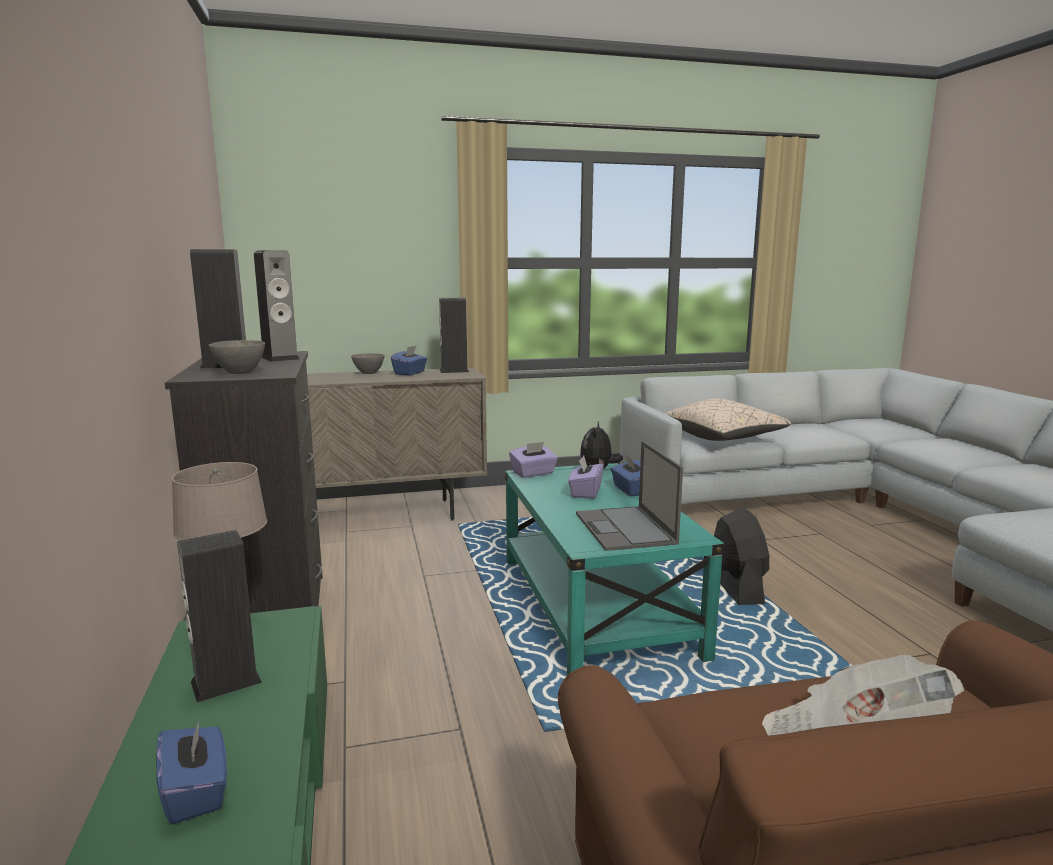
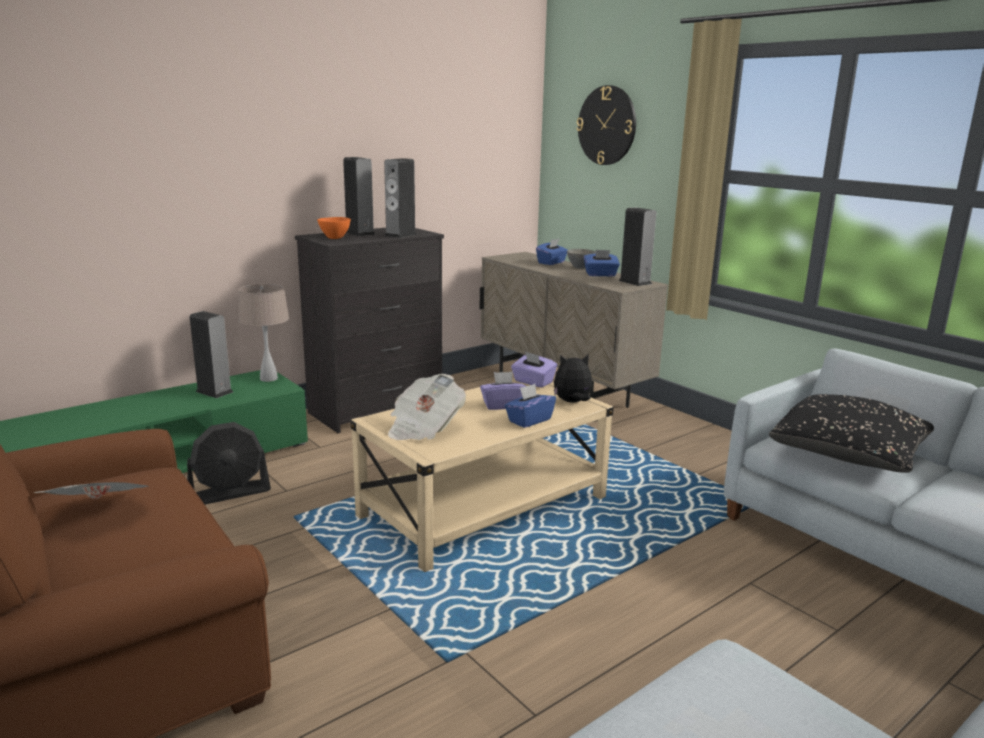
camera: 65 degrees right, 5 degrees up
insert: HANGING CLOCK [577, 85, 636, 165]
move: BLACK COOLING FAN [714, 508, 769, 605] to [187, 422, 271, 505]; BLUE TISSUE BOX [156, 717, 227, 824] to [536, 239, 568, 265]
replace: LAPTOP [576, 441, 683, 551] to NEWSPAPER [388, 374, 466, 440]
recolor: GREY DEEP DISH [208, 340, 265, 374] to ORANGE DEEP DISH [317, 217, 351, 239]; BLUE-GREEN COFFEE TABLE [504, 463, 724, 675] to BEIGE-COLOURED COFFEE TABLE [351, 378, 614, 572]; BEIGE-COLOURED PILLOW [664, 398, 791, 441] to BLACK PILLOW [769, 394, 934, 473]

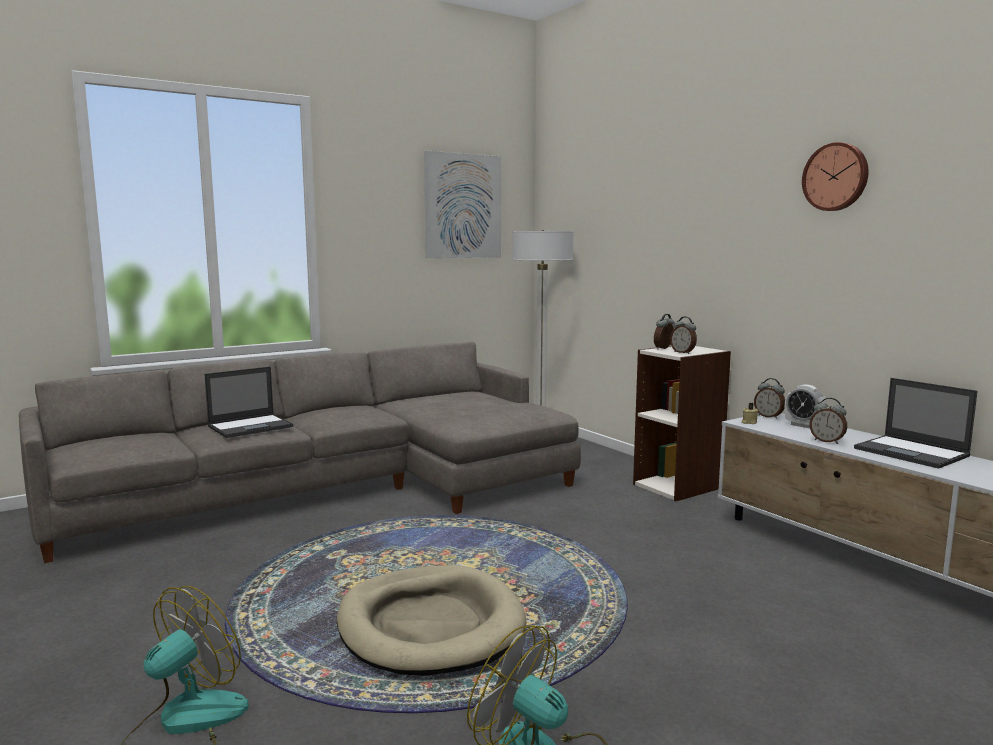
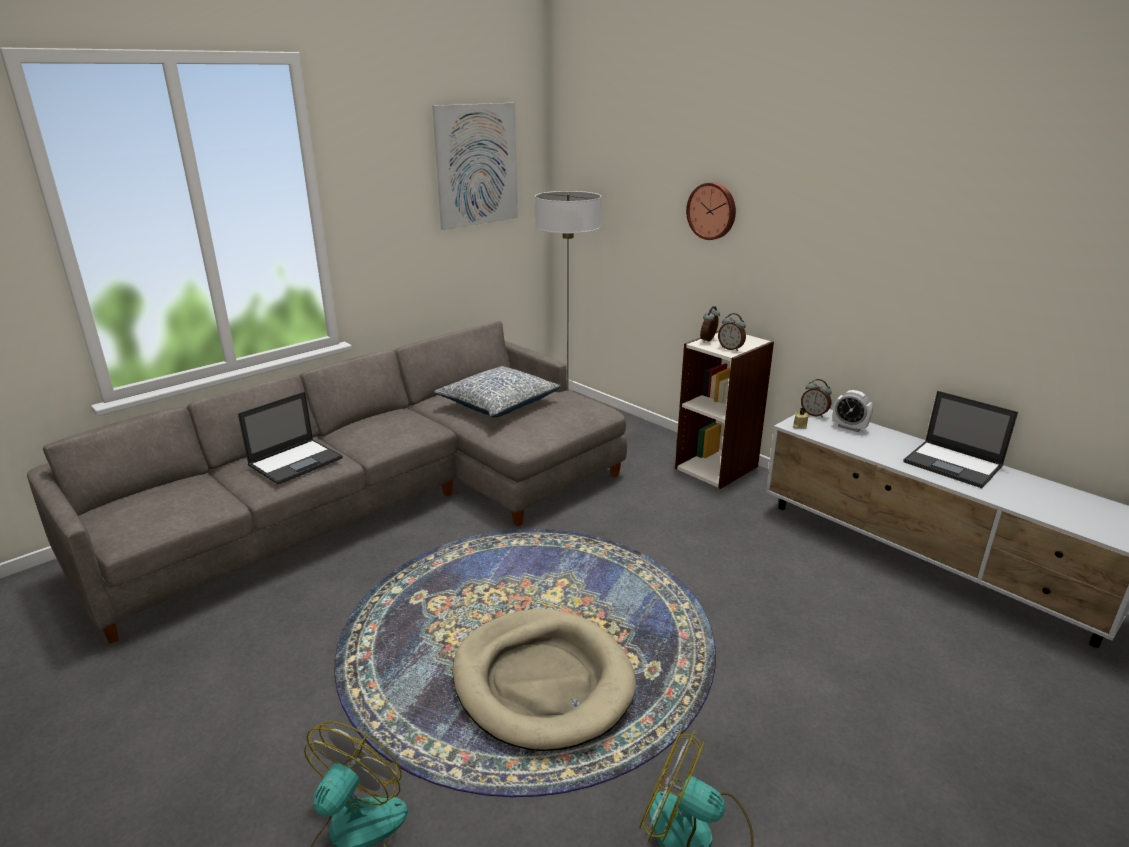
camera: 10 degrees left, 15 degrees up
delete: TABLE CLOCK [809, 398, 847, 444]
insert: PILLOW [434, 366, 561, 418]
move: HANGING CLOCK [802, 142, 869, 211] to [686, 182, 736, 240]

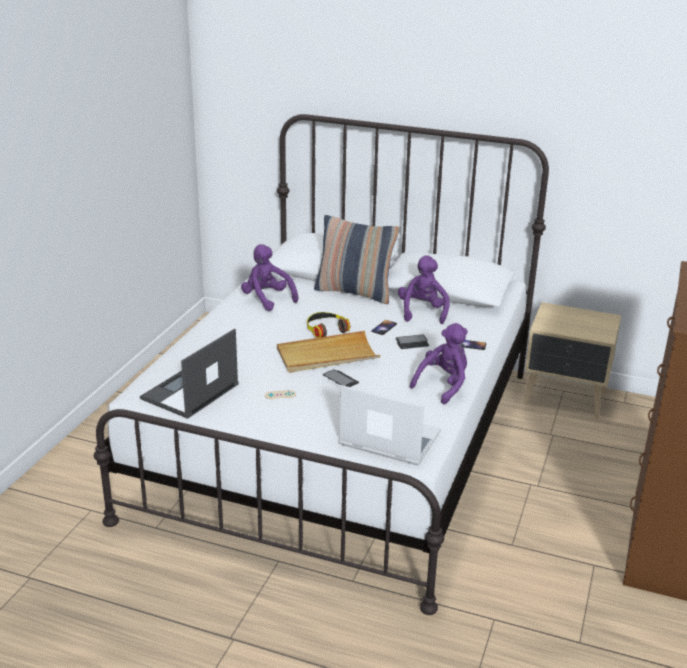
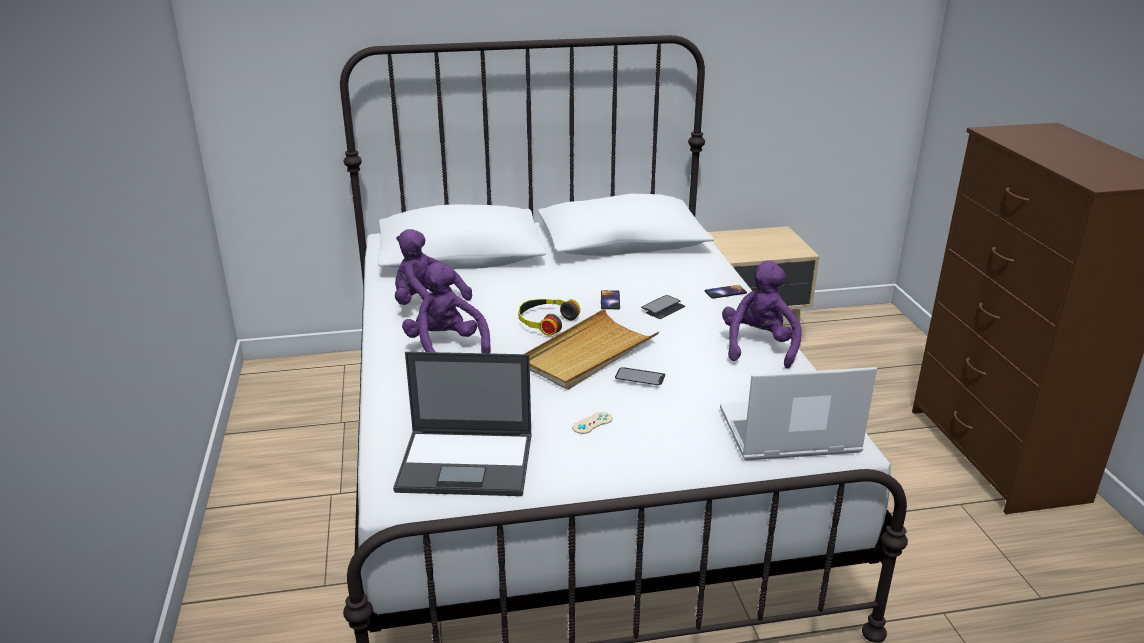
camera: 30 degrees left, 0 degrees up
delete: PILLOW [314, 215, 399, 304]
move: PURPLISH CUDDLY TOY [398, 255, 450, 324] to [402, 262, 491, 353]
rotate: LAPTOP [140, 329, 239, 419] = [393, 352, 532, 496] 90 degrees counterclockwise

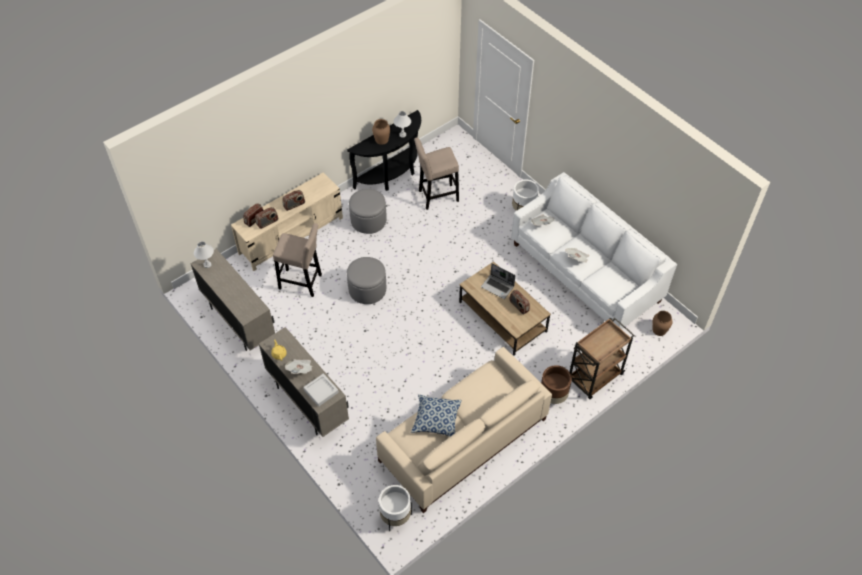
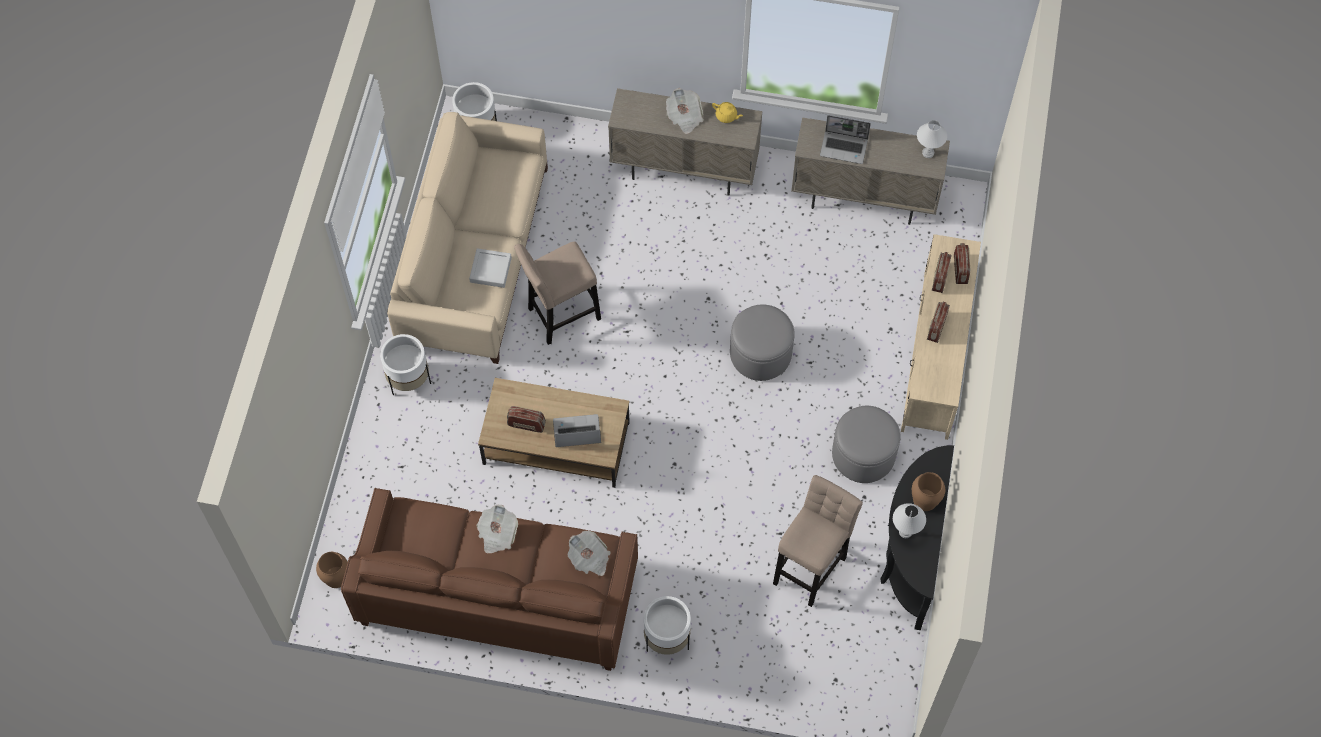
camera: 140 degrees right, 10 degrees up
delete: PILLOW [411, 394, 462, 437]; BROWN CART [570, 318, 634, 399]
insert: LAPTOP [820, 115, 871, 164]
move: GREY TRAY [303, 374, 339, 407] to [469, 248, 512, 288]; BEIGE-COLOURED STOOL [273, 223, 322, 297] to [514, 242, 601, 345]
recolor: WHITE SOFA [511, 172, 677, 329] to BROWN SOFA [341, 488, 638, 671]; BROWN PLANT POT [541, 365, 572, 404] to WHITE PLANT POT [380, 334, 431, 396]

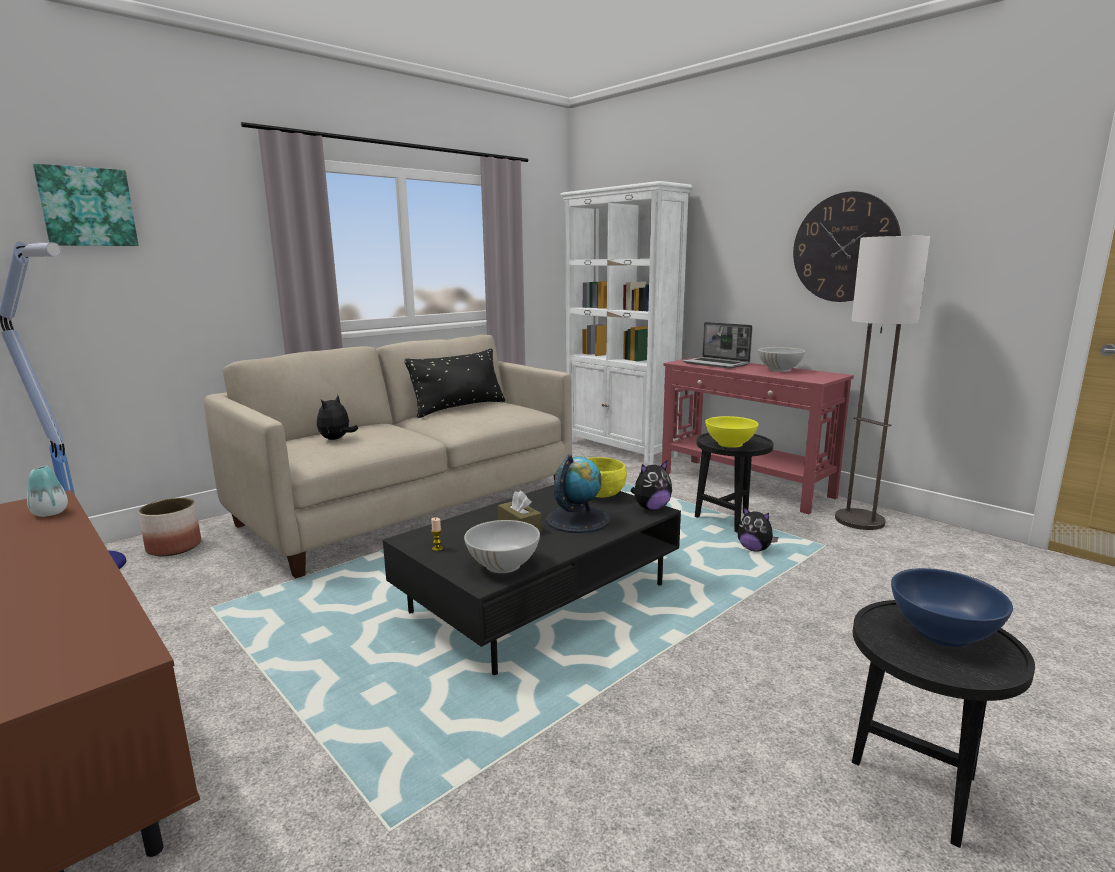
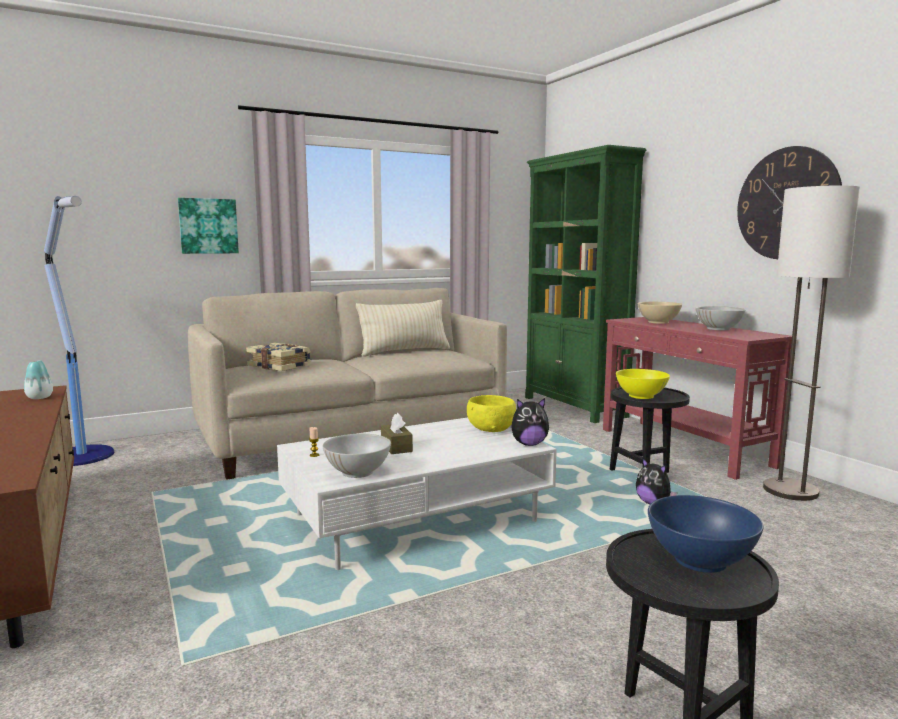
camera: 15 degrees right, 5 degrees down
delete: PLANT POT [138, 498, 201, 556]; DESK GLOBE [546, 454, 610, 533]
move: WALL ART [33, 163, 139, 246] to [178, 198, 239, 254]
replace: CUDDLY TOY [317, 395, 359, 440] to VOLUME [246, 343, 311, 371]; LAPTOP [683, 322, 753, 368] to BEIGE-COLOURED DEEP DISH [637, 302, 682, 324]
recolor: BLACK COFFEE TABLE [383, 485, 681, 675] to WHITE COFFEE TABLE [277, 417, 557, 570]; BLACK PILLOW [404, 348, 505, 418] to BEIGE-COLOURED PILLOW [356, 300, 450, 357]; WHITE BOOKSHELF [560, 181, 692, 465] to GREENISH BOOKSHELF [525, 145, 646, 423]

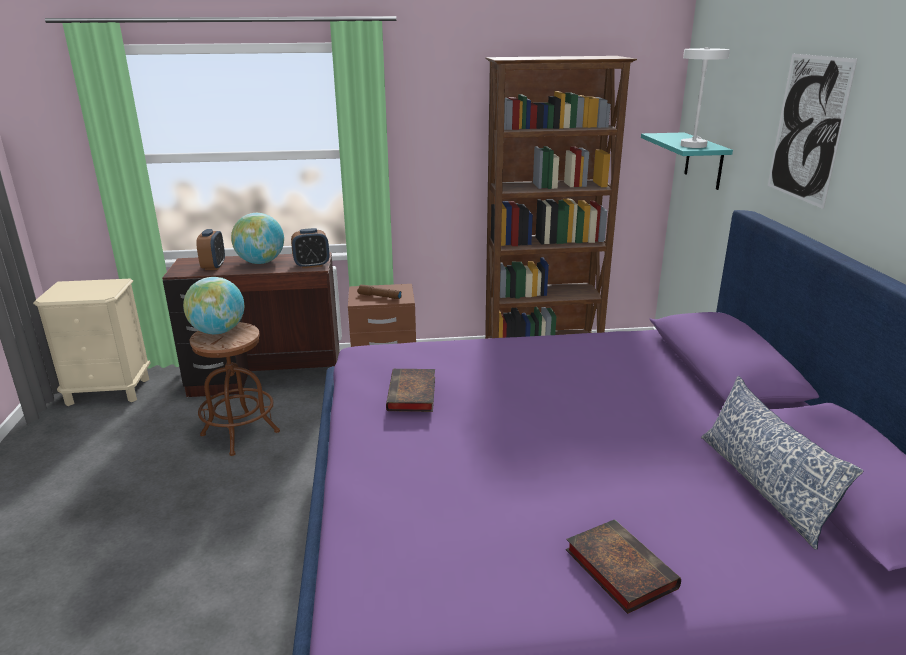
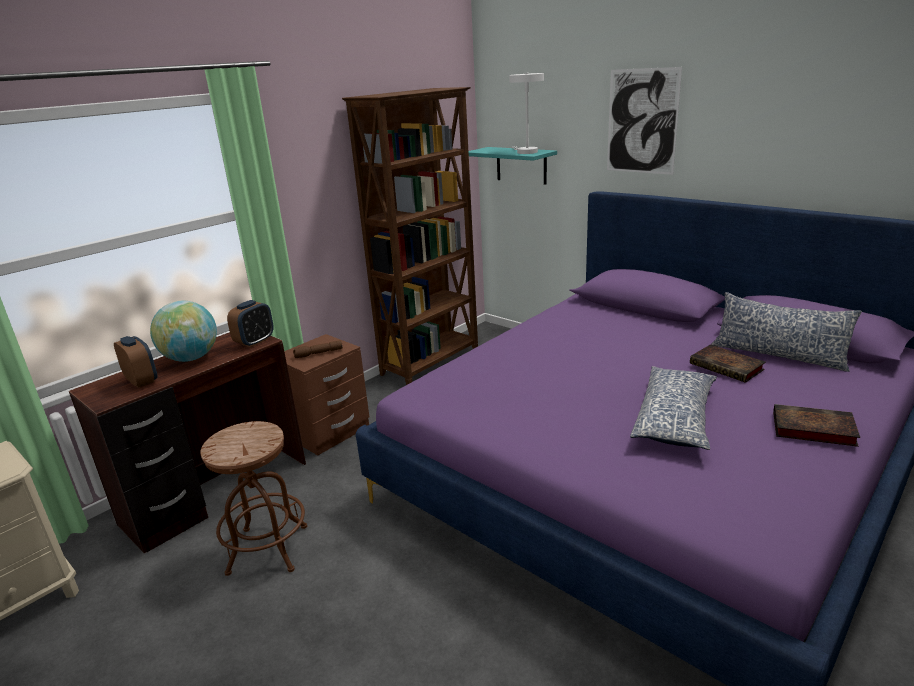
camera: 40 degrees left, 0 degrees up
delete: DESK GLOBE [183, 277, 244, 334]
insert: PILLOW [630, 366, 717, 450]
move: VOLUME [386, 369, 435, 412] to [690, 344, 766, 383]

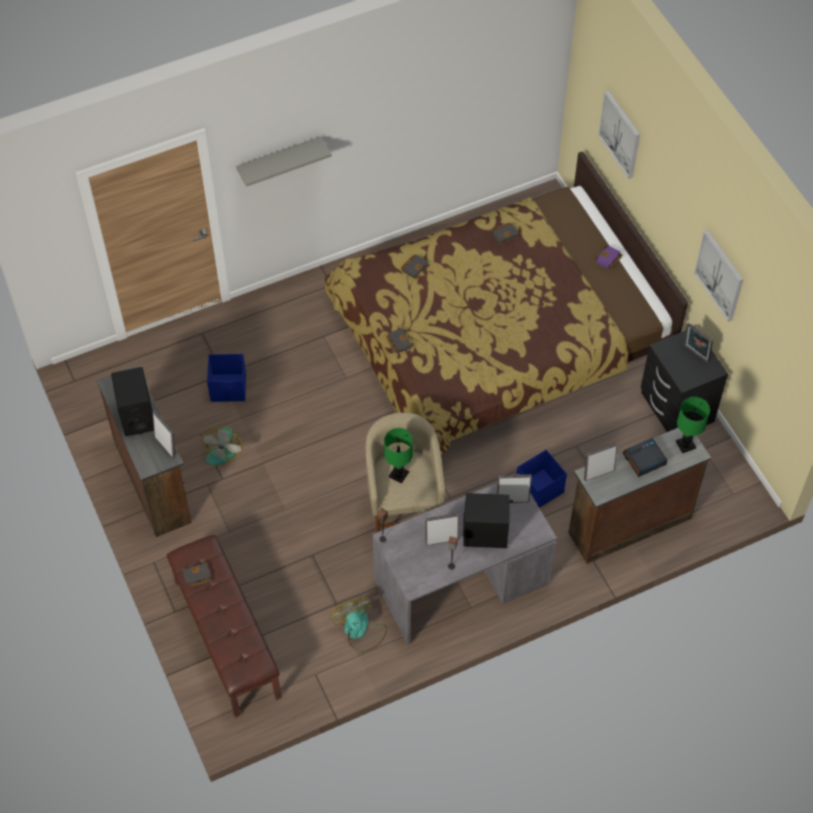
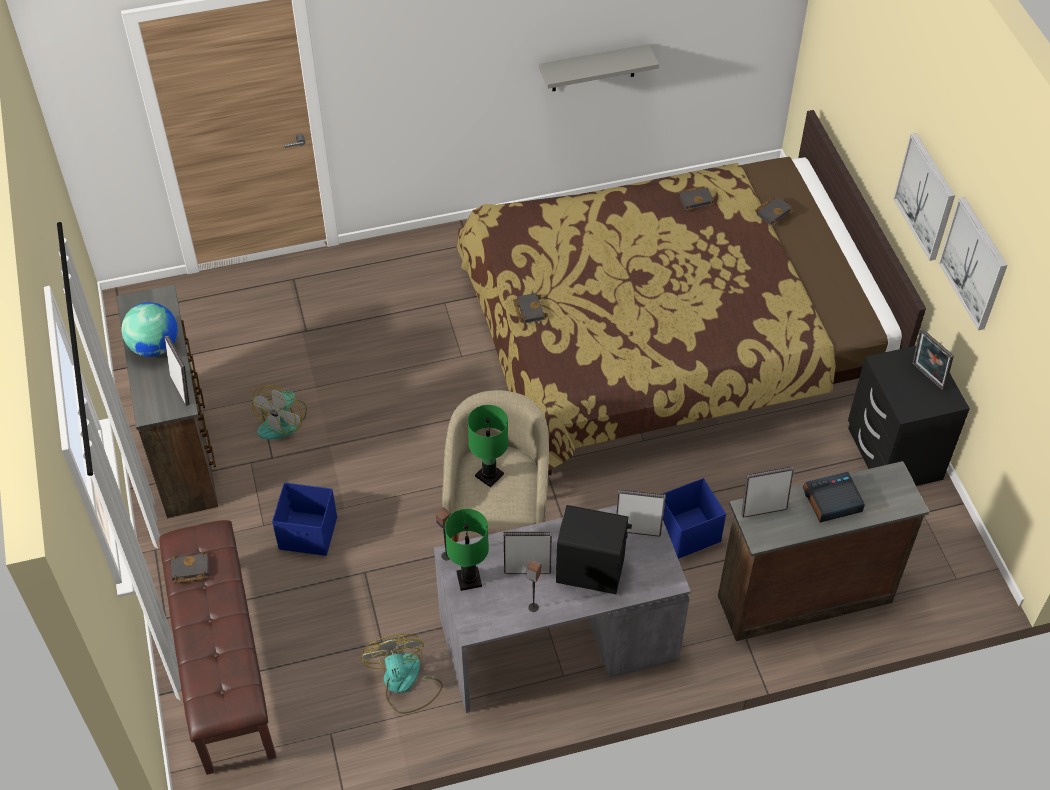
camera: 10 degrees right, 5 degrees down
delete: PURPLISH VOLUME [594, 245, 623, 269]
move: BLUE STORAGE BIN [207, 354, 246, 402] to [272, 482, 337, 556]; GREENISH TABLETOP LAMP [676, 397, 710, 453] to [445, 509, 489, 591]; GREY WALL SHELF [236, 136, 332, 187] to [539, 44, 659, 91]; BLACK VOLUME [401, 255, 430, 279] to [755, 197, 794, 226]; WALL ART [598, 91, 640, 179] to [893, 133, 955, 261]
replace: BLACK SPEAKER [111, 367, 154, 436] to DESK GLOBE [121, 302, 178, 357]

